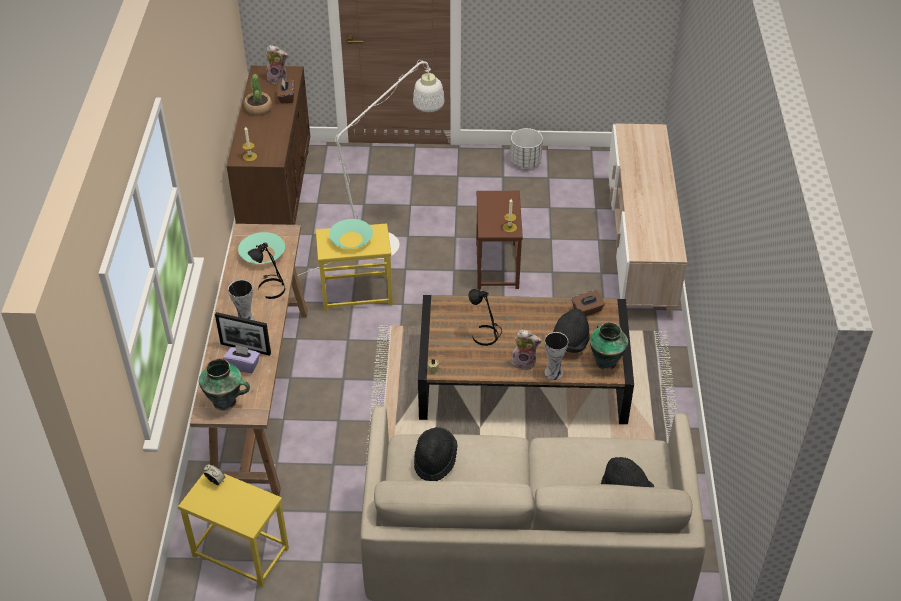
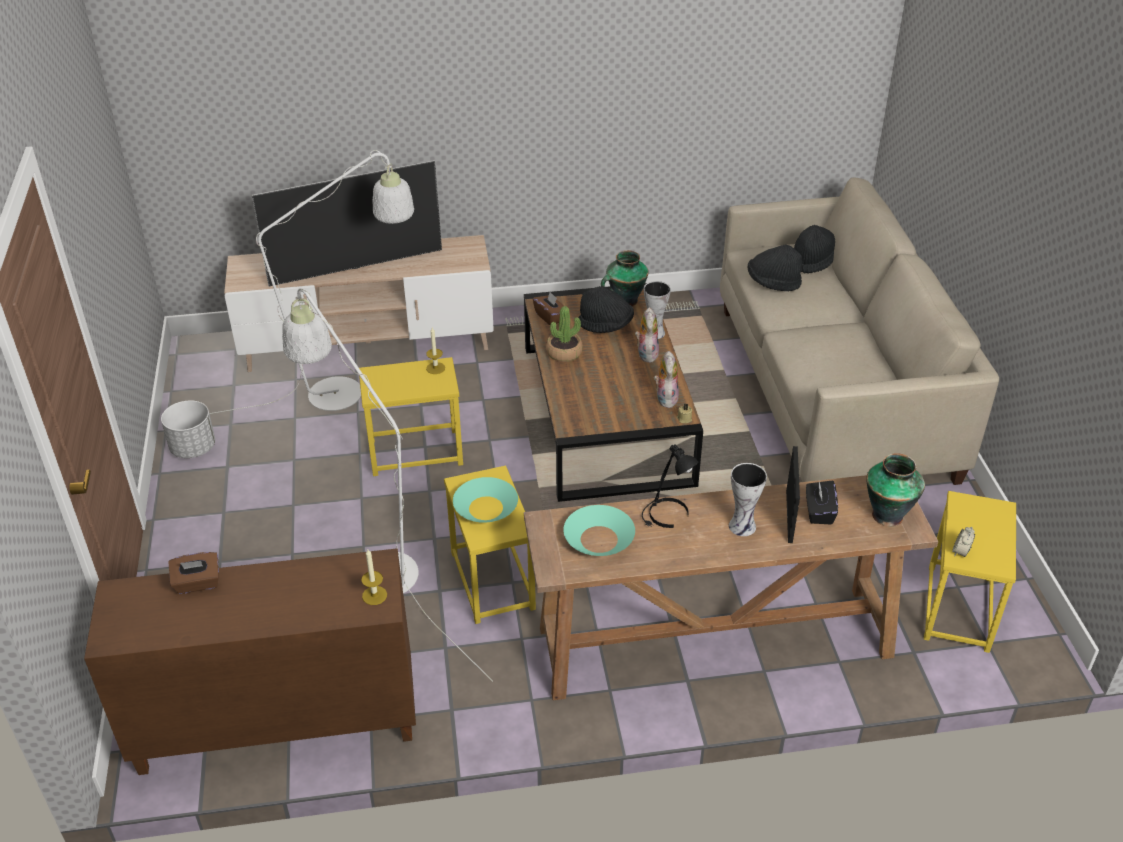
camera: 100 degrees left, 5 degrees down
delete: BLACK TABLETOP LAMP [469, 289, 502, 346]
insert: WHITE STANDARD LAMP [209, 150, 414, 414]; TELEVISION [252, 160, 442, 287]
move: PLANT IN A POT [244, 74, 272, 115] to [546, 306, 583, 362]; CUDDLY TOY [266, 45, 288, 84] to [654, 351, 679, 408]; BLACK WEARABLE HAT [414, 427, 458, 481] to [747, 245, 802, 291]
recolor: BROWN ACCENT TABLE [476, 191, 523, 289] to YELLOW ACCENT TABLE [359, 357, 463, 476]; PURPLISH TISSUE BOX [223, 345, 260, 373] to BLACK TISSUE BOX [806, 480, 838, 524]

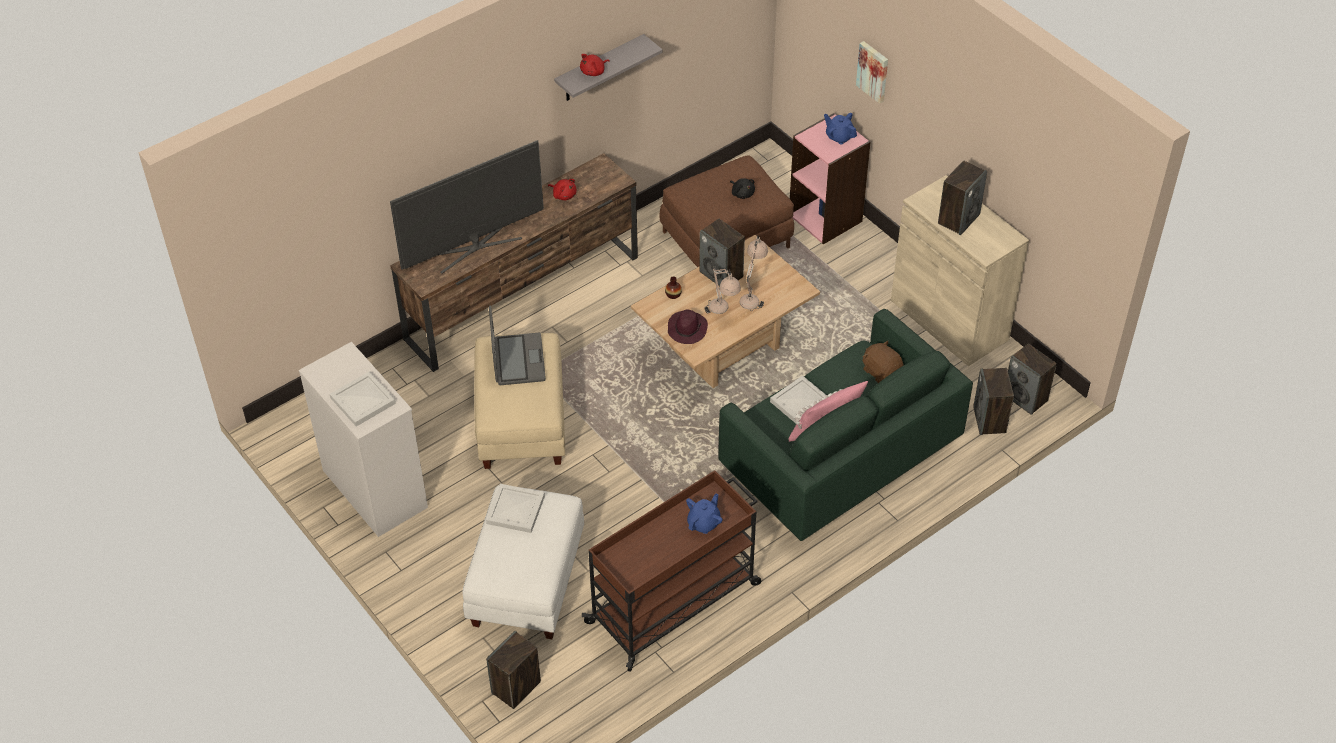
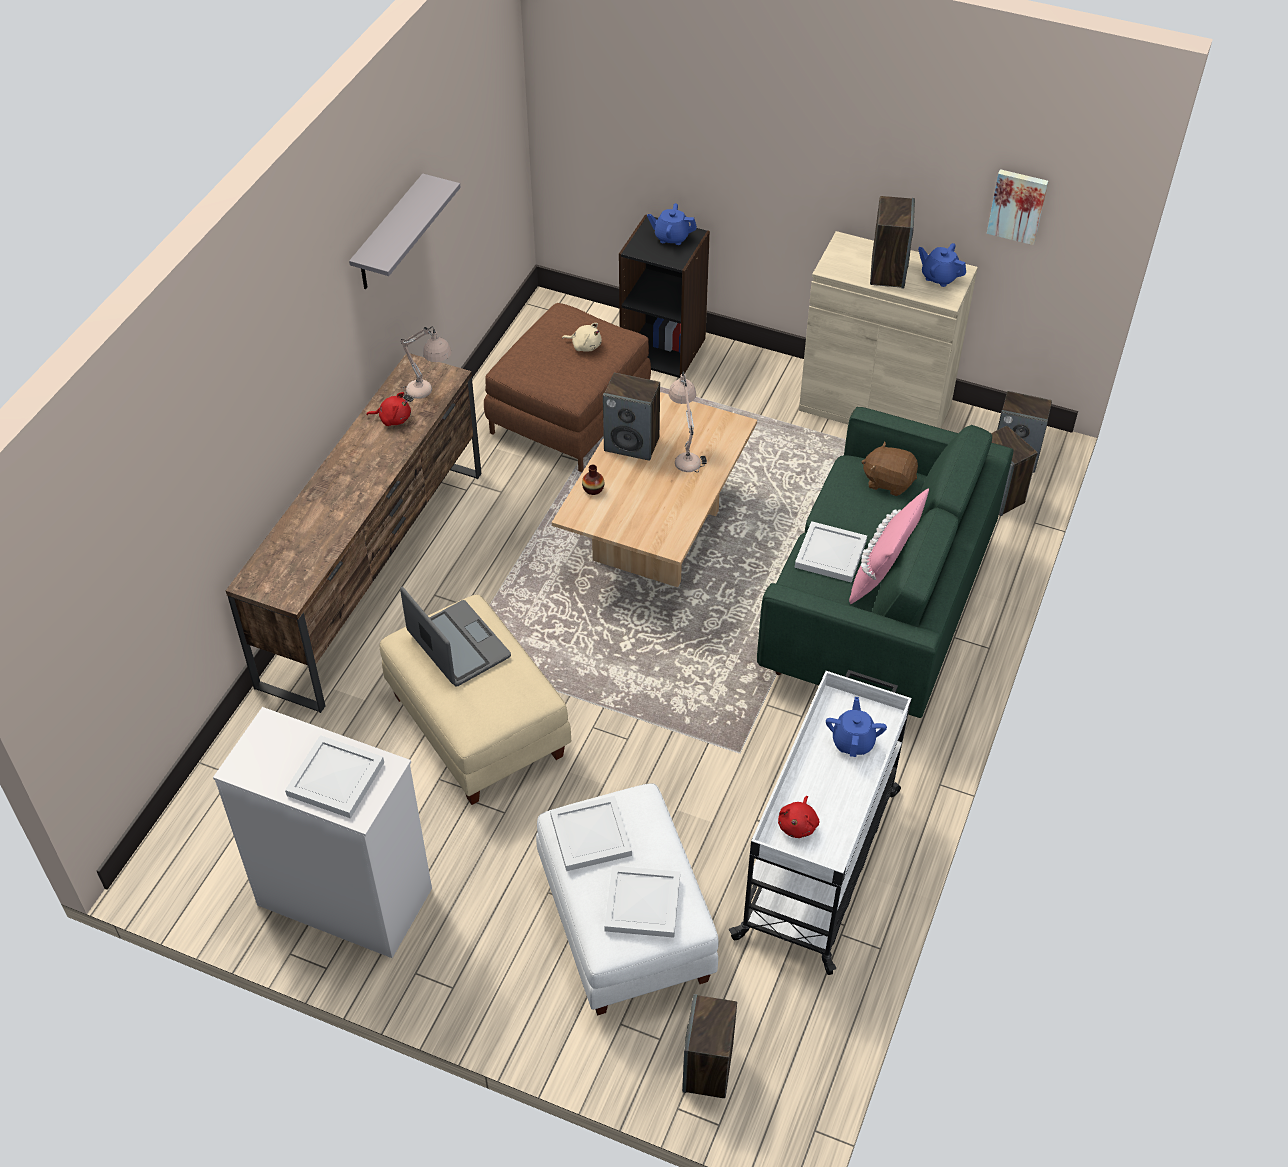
camera: 30 degrees left, 0 degrees up
delete: TELEVISION [390, 140, 544, 274]; PURPLISH WEARABLE HAT [668, 310, 708, 344]
insert: WHITE TRAY [604, 866, 680, 938]; BLUE TEAPOT [918, 243, 966, 287]
move: BEIGE-COLOURED TABLETOP LAMP [704, 268, 741, 314] to [400, 327, 452, 402]; REDDISH CUDDLY TOY [580, 54, 610, 76] to [778, 796, 819, 838]; WALL ART [856, 41, 888, 104] to [987, 169, 1048, 245]
recolor: BLACK CUDDLY TOY [730, 178, 755, 199] to BEIGE-COLOURED CUDDLY TOY [562, 323, 602, 352]; PINK-COLOURED BOOKSHELF [790, 113, 871, 245] to BLACK BOOKSHELF [619, 214, 710, 378]; BROWN CART [582, 470, 761, 672] to WHITE CART [729, 670, 912, 975]

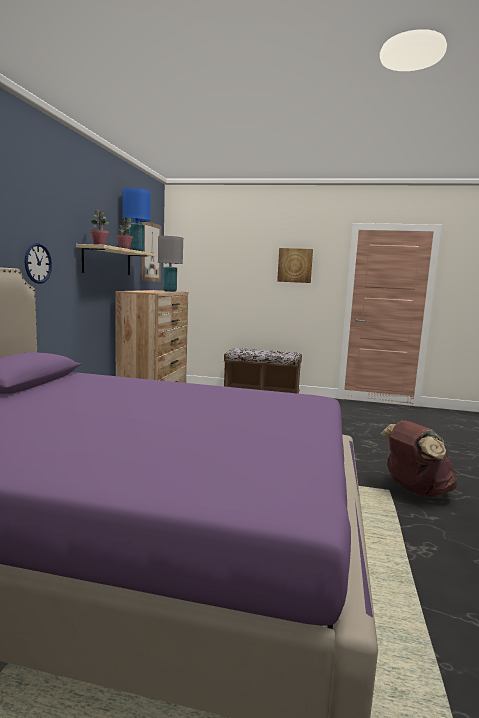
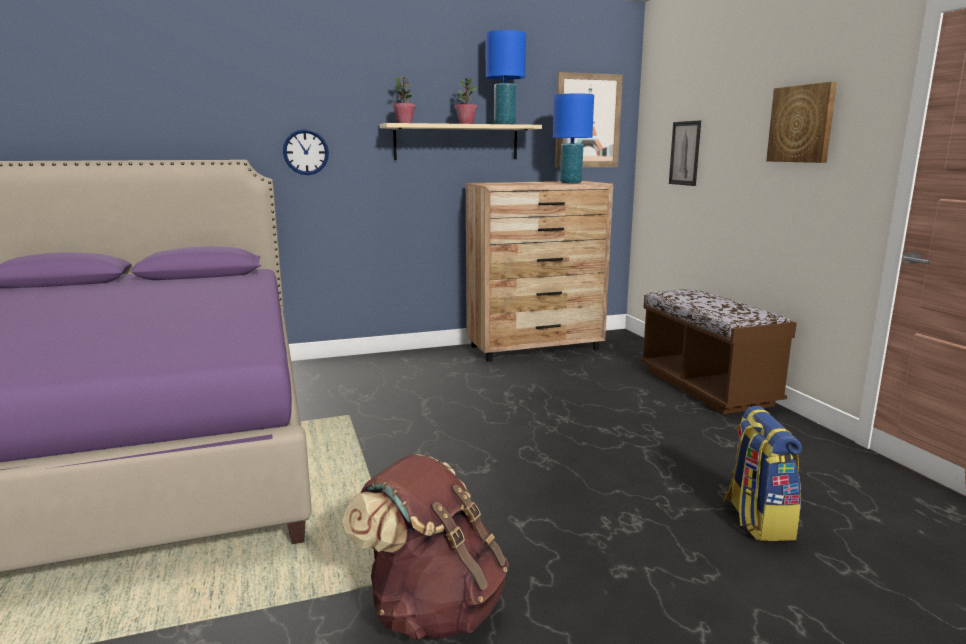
camera: 60 degrees right, 5 degrees up
insert: WALL ART [669, 120, 701, 186]; RUCKSACK [723, 406, 802, 541]
recolor: GREY TABLETOP LAMP [158, 236, 183, 292] to BLUE TABLETOP LAMP [553, 93, 594, 184]

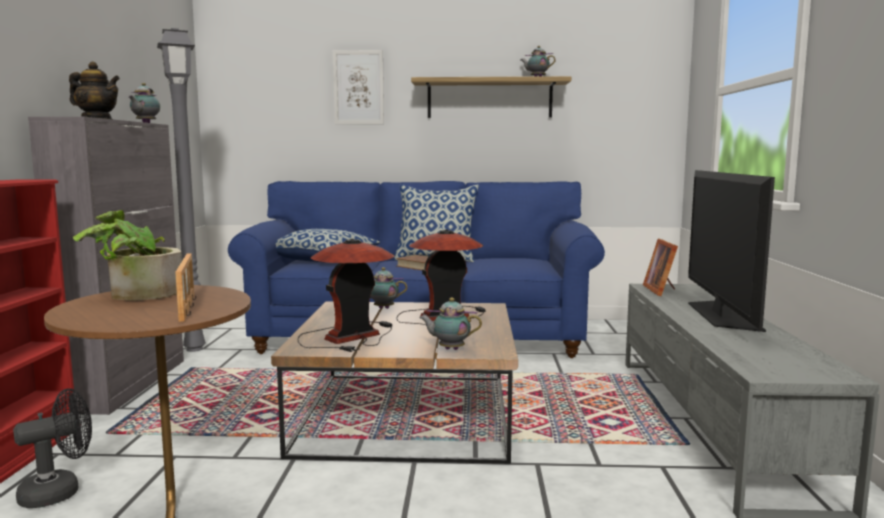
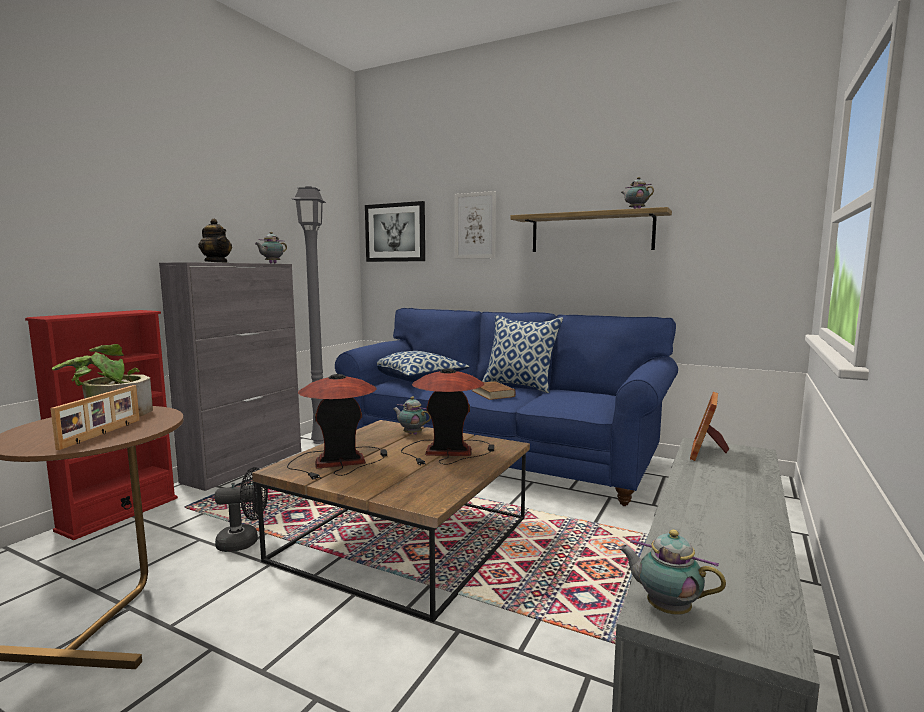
camera: 25 degrees right, 0 degrees up
delete: TELEVISION [688, 170, 775, 332]
insert: WALL ART [365, 201, 425, 262]
move: BLACK COOLING FAN [13, 389, 92, 508] to [214, 467, 268, 552]; TEAPOT [419, 298, 482, 350] to [618, 530, 726, 615]

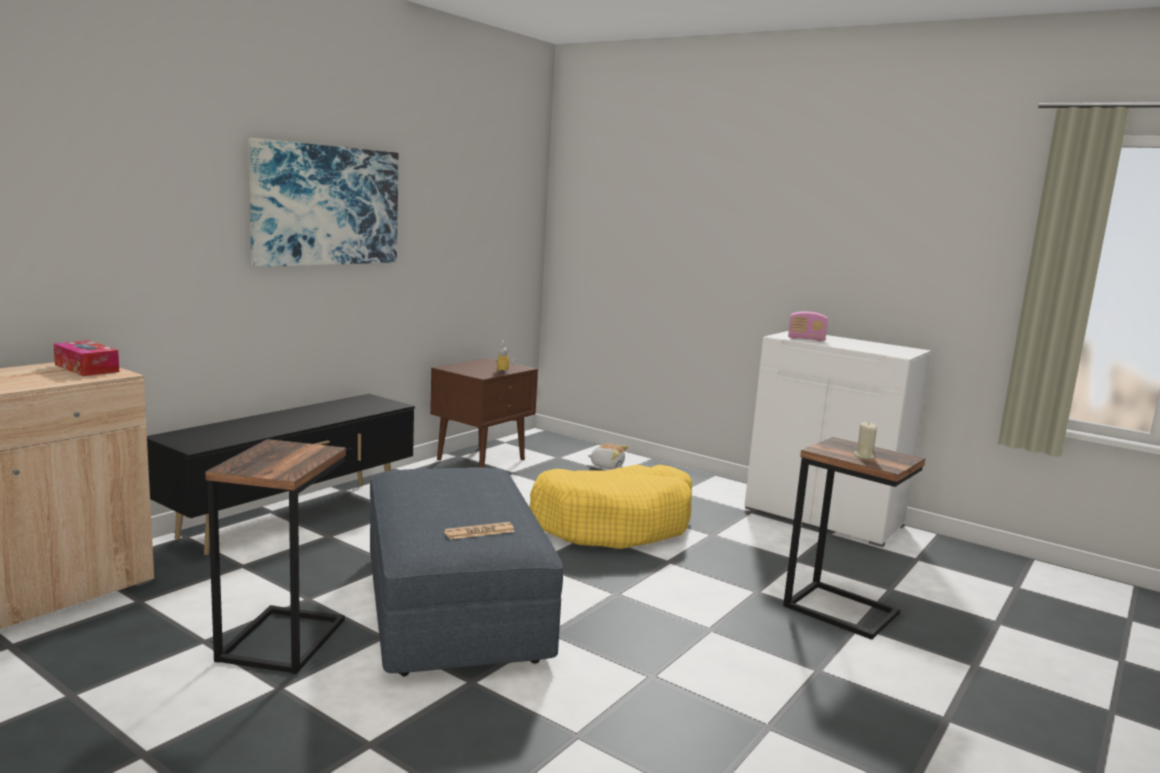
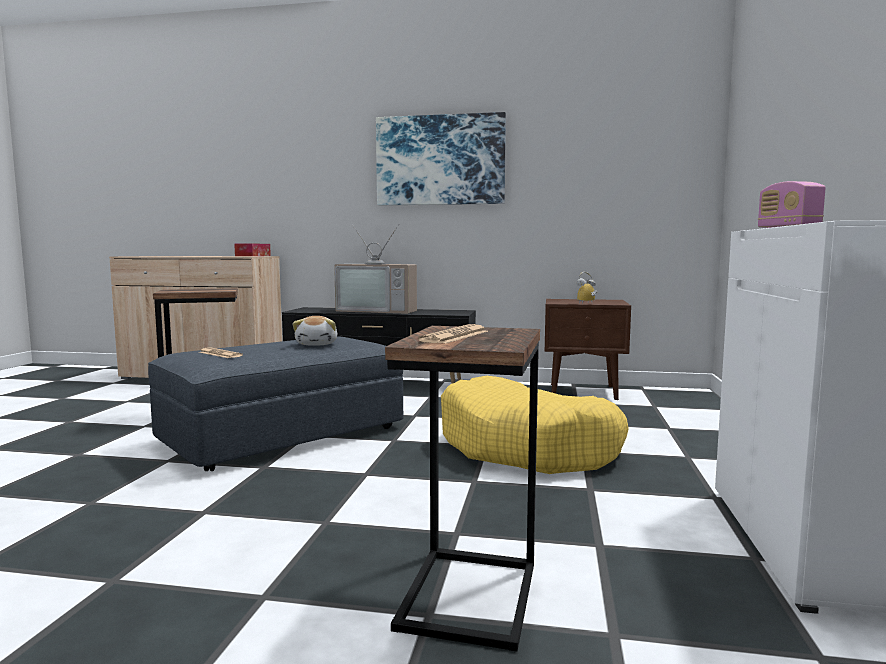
camera: 65 degrees right, 5 degrees down
insert: TELEVISION [334, 224, 417, 314]
move: CUDDLY TOY [588, 444, 628, 469] to [292, 316, 337, 346]
replace: BEIGE-COLOURED CANDLE [853, 422, 877, 459] to NEWSPAPER [418, 324, 488, 344]

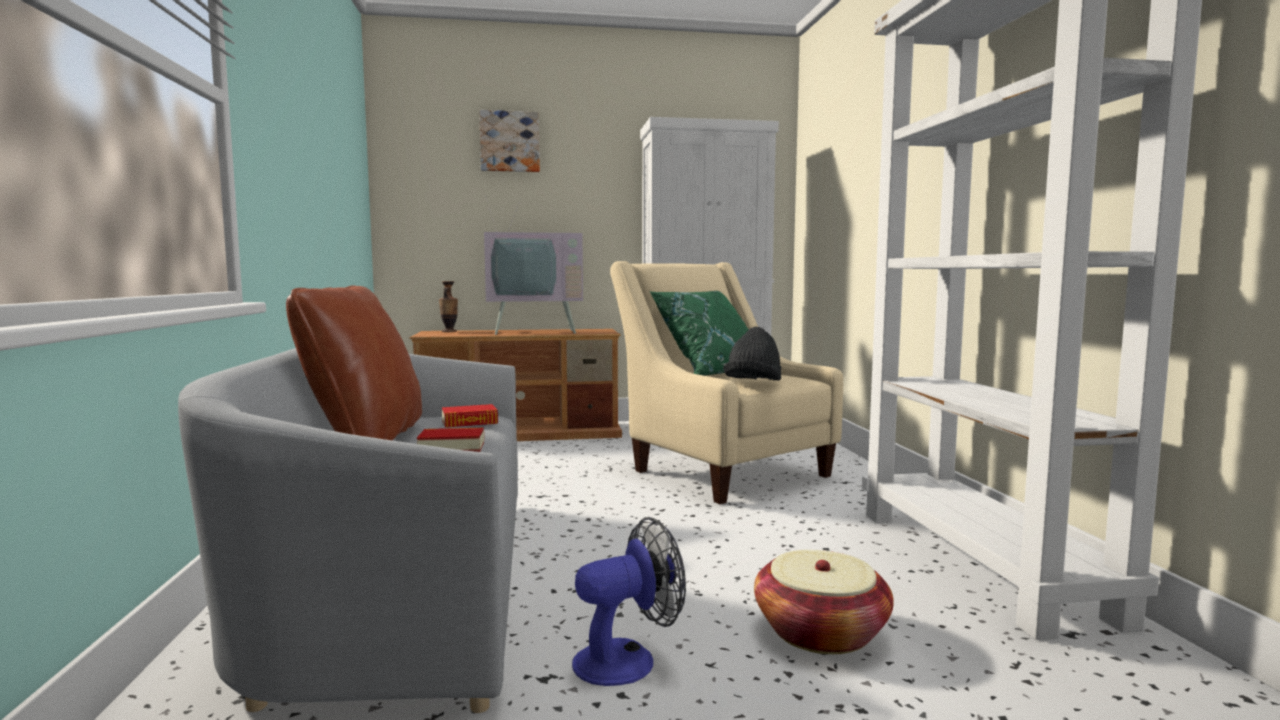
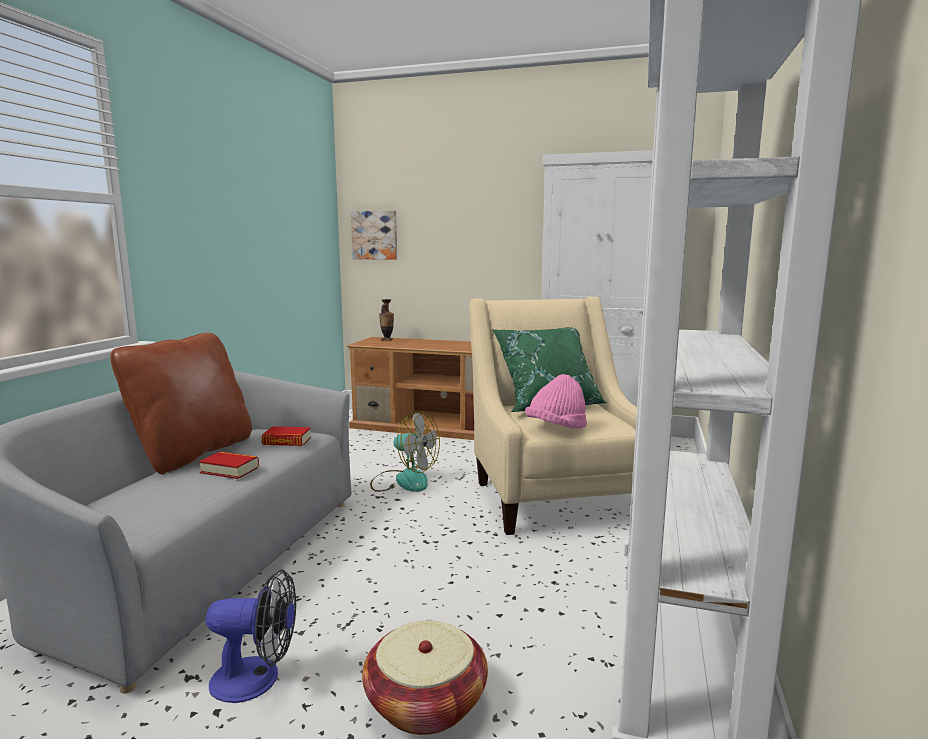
camera: 25 degrees right, 5 degrees up
delete: TELEVISION [484, 196, 583, 335]
insert: COOLING FAN [370, 411, 440, 492]
move: WALL ART [479, 110, 540, 172] to [351, 211, 397, 260]
recolor: BLACK WEARABLE HAT [723, 327, 781, 381] to PINK-COLOURED WEARABLE HAT [525, 374, 587, 429]

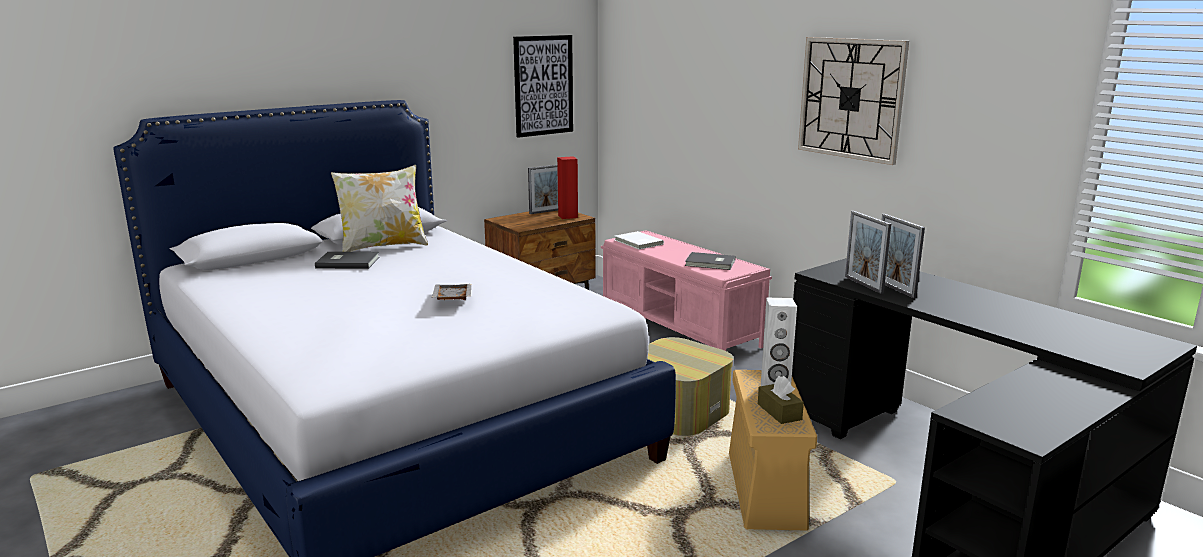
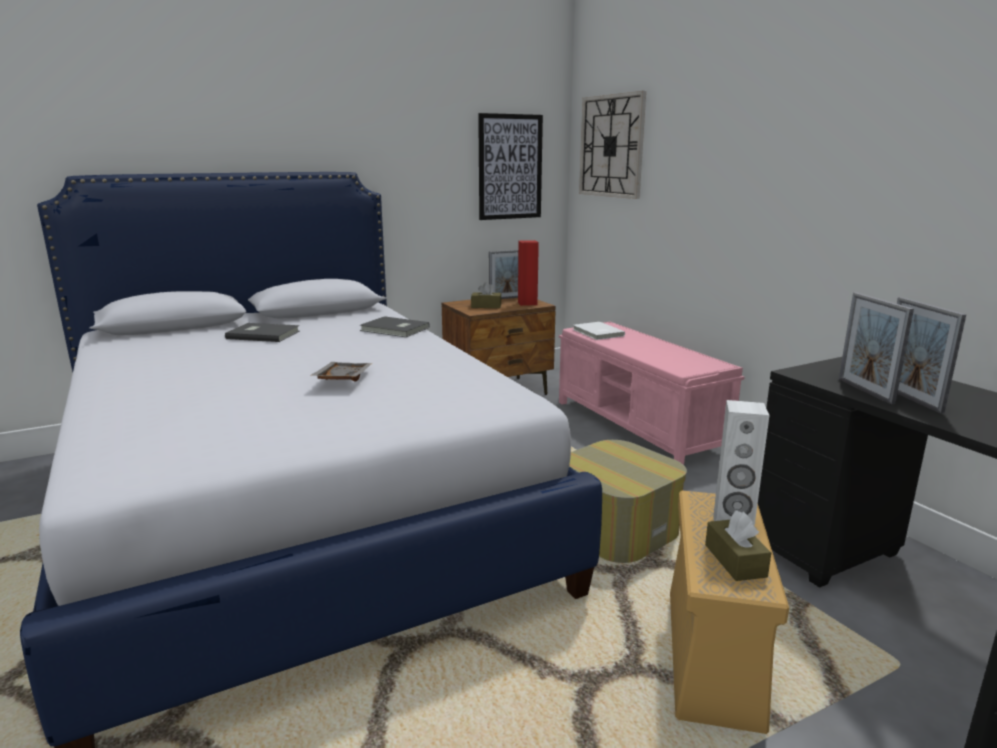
camera: 10 degrees right, 0 degrees up
delete: PILLOW [331, 165, 428, 252]
insert: BROWN TISSUE BOX [471, 282, 501, 308]
move: GREY VOLUME [685, 252, 736, 270] to [360, 316, 430, 337]; HANGING CLOCK [798, 37, 909, 165] to [579, 91, 646, 199]

